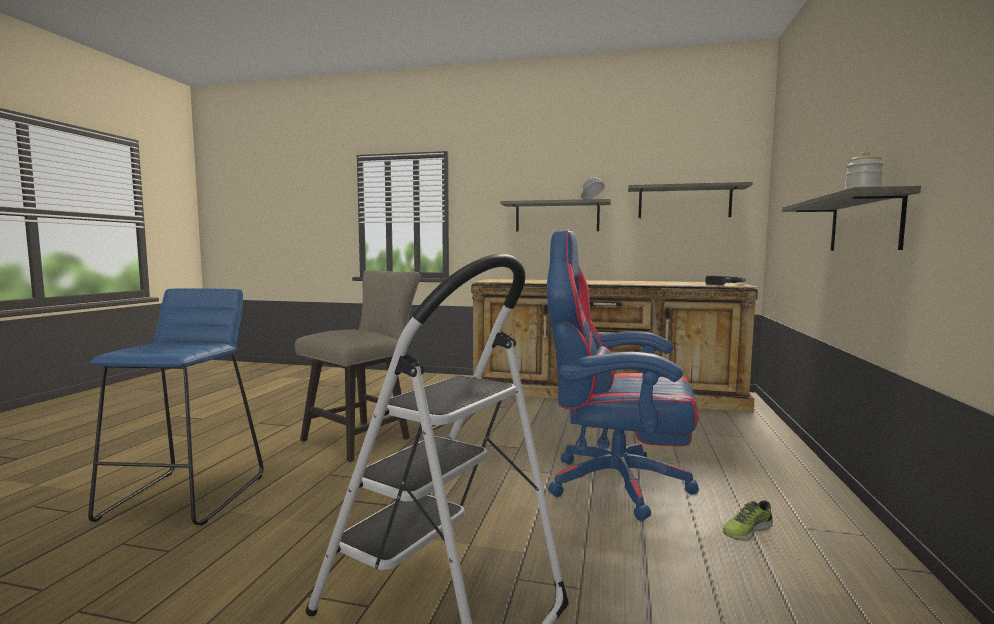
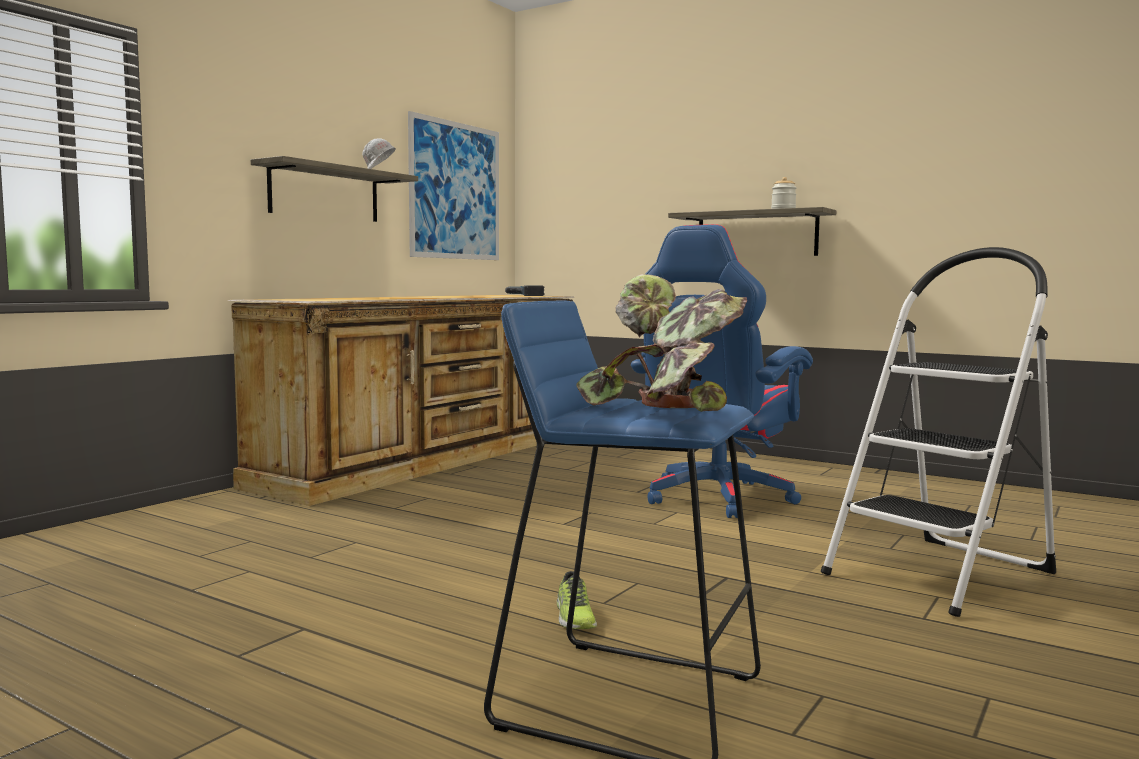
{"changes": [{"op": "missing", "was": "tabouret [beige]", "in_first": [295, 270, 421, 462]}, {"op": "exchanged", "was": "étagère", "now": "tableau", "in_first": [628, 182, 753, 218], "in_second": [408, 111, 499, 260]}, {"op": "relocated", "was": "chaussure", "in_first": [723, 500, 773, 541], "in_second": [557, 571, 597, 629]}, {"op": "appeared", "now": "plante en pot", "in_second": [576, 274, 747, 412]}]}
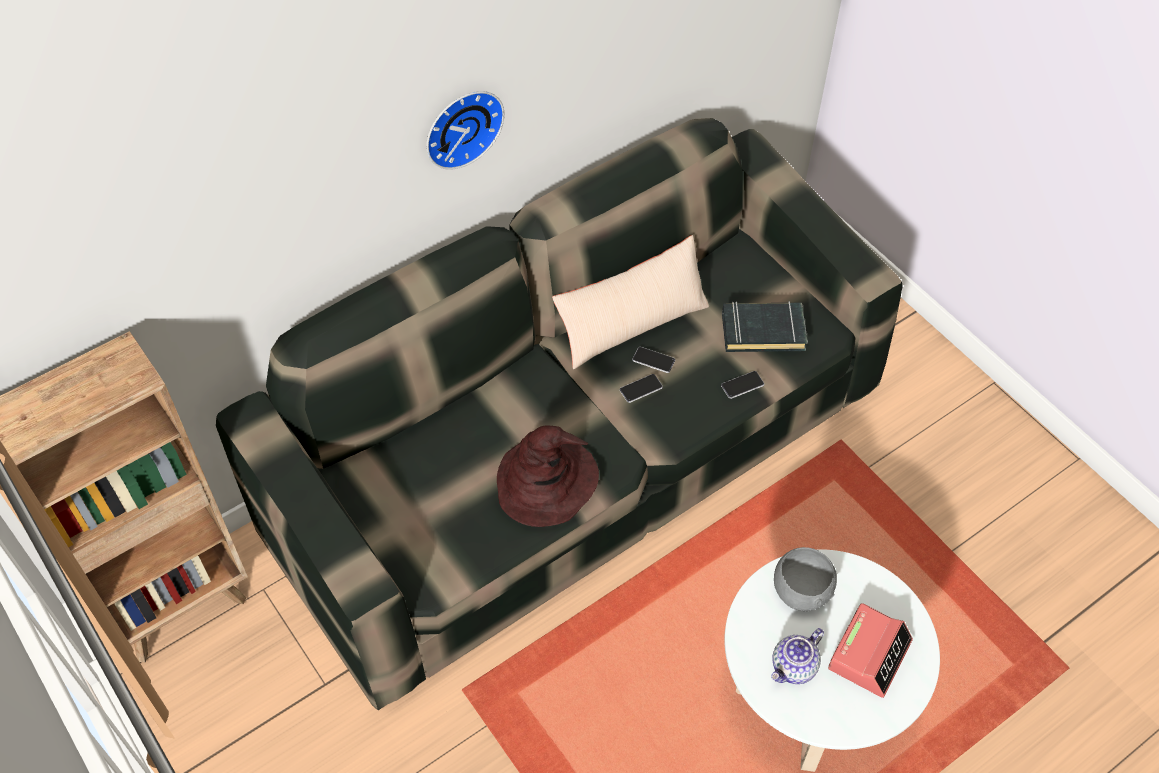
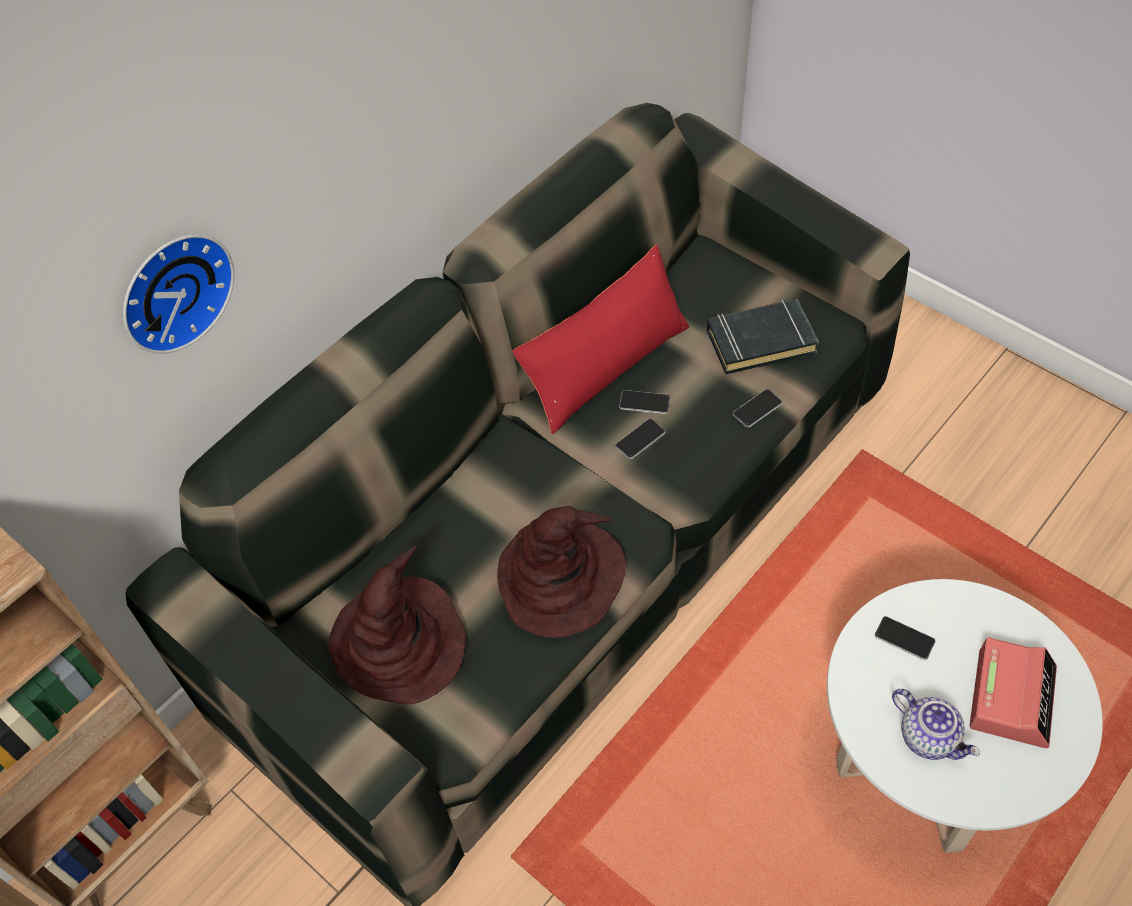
{"changes": [{"op": "relocated", "was": "horloge murale", "in_first": [426, 91, 504, 170], "in_second": [123, 234, 234, 354]}, {"op": "colour", "was": "coussin [beige]", "now": "coussin [rouge]", "in_first": [552, 235, 709, 369], "in_second": [512, 245, 689, 434]}, {"op": "spun", "was": "théière", "in_first": [771, 628, 824, 684], "in_second": [892, 689, 980, 760], "clockwise": -75}, {"op": "exchanged", "was": "bol [gris]", "now": "téléphone", "in_first": [774, 547, 837, 611], "in_second": [875, 616, 935, 660]}, {"op": "appeared", "now": "chapeau [marron]", "in_second": [328, 545, 466, 705]}]}
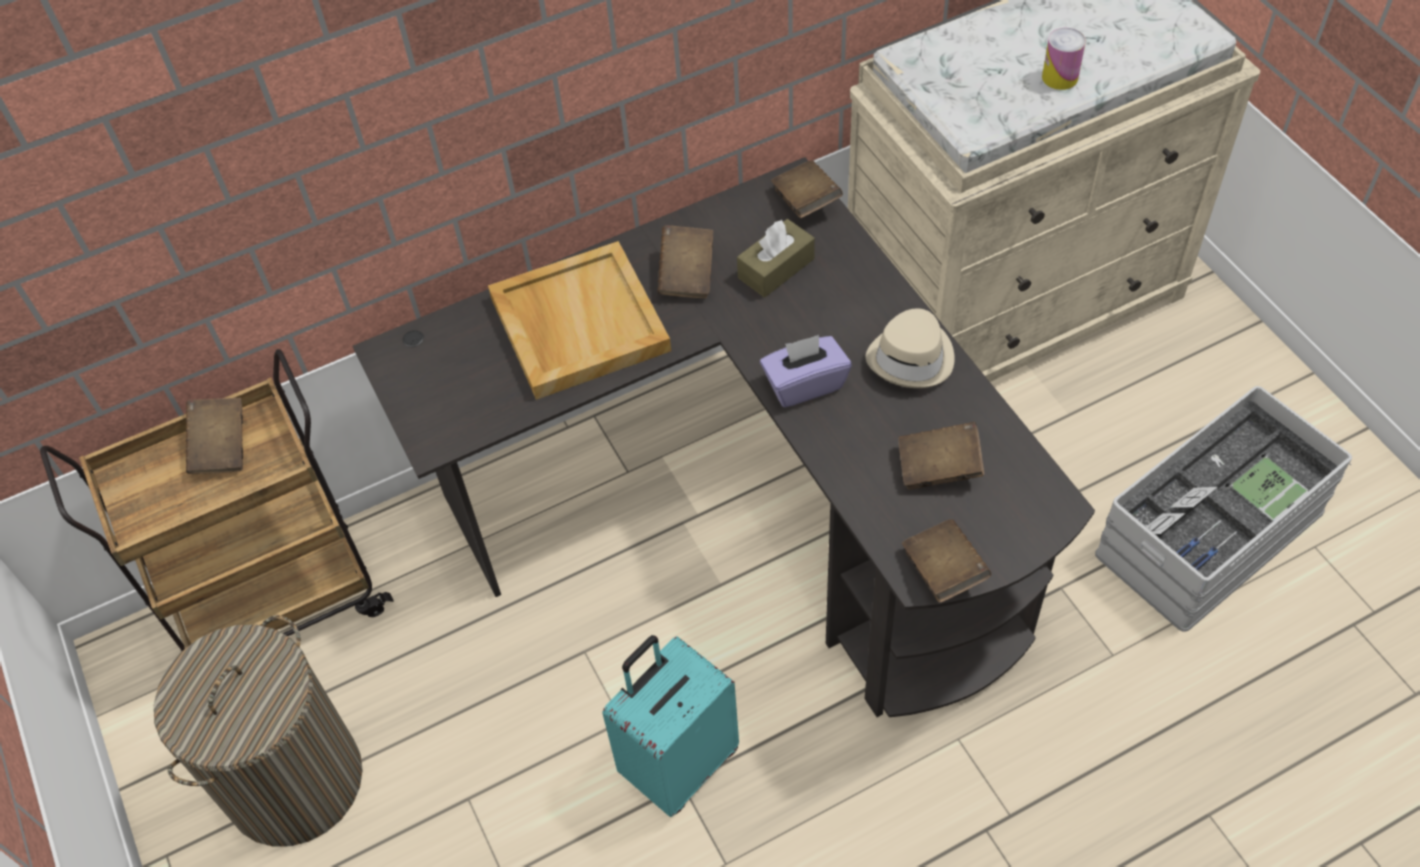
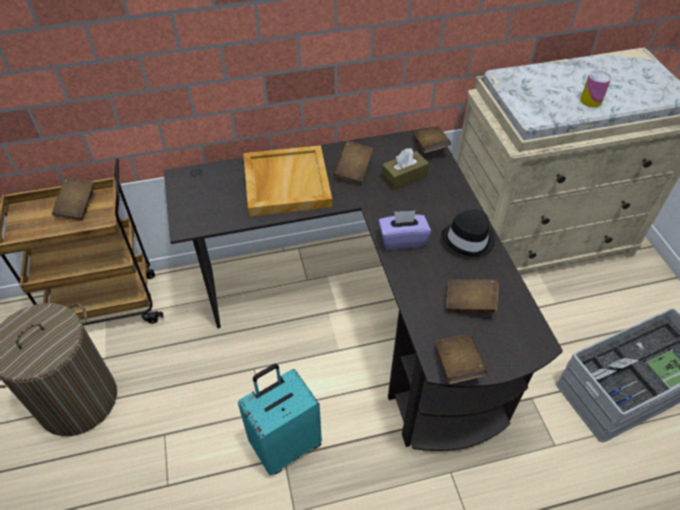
{"changes": [{"op": "colour", "was": "chapeau [beige]", "now": "chapeau [noir]", "in_first": [866, 309, 955, 388], "in_second": [441, 210, 495, 257]}]}
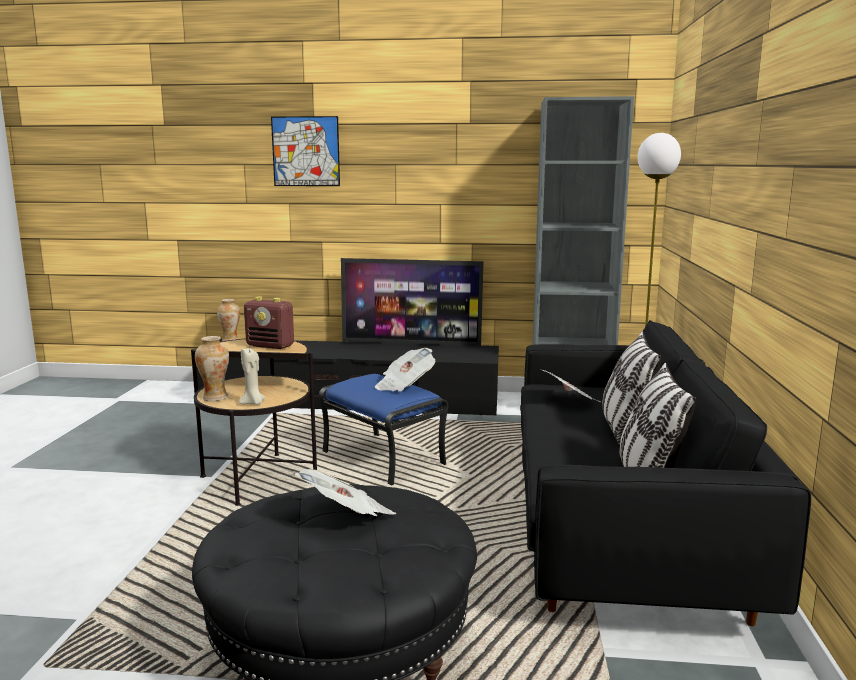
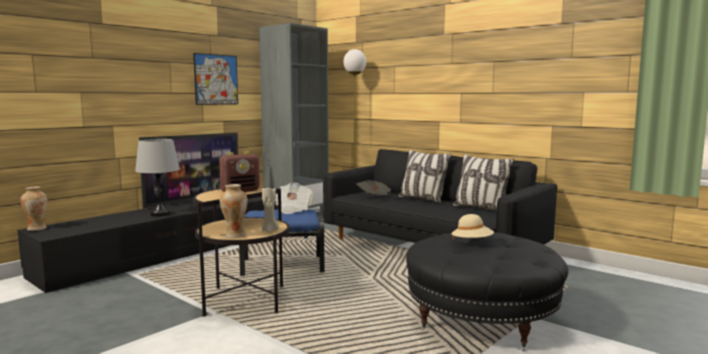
{"changes": [{"op": "relocated", "was": "tableau", "in_first": [271, 116, 340, 186], "in_second": [193, 53, 238, 105]}, {"op": "exchanged", "was": "journal", "now": "chapeau [beige]", "in_first": [294, 469, 396, 516], "in_second": [451, 214, 494, 239]}, {"op": "appeared", "now": "lampe de table [gris]", "in_second": [135, 139, 180, 216]}]}
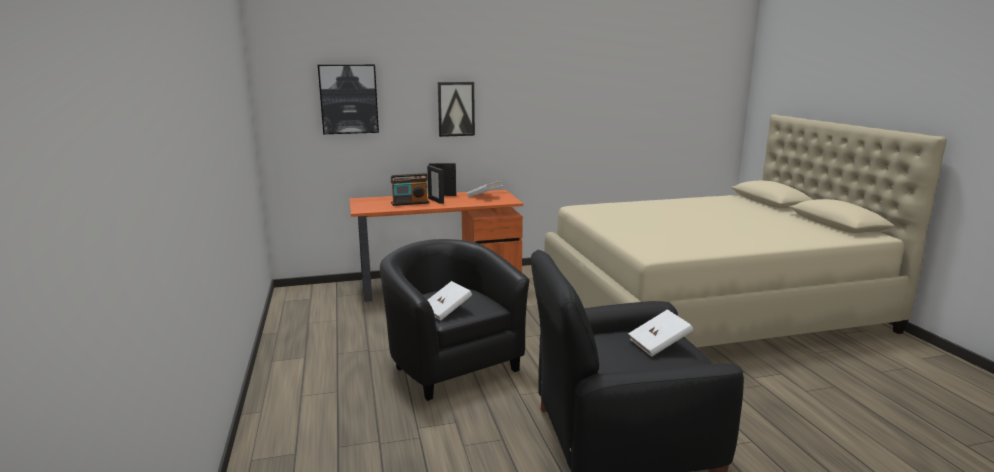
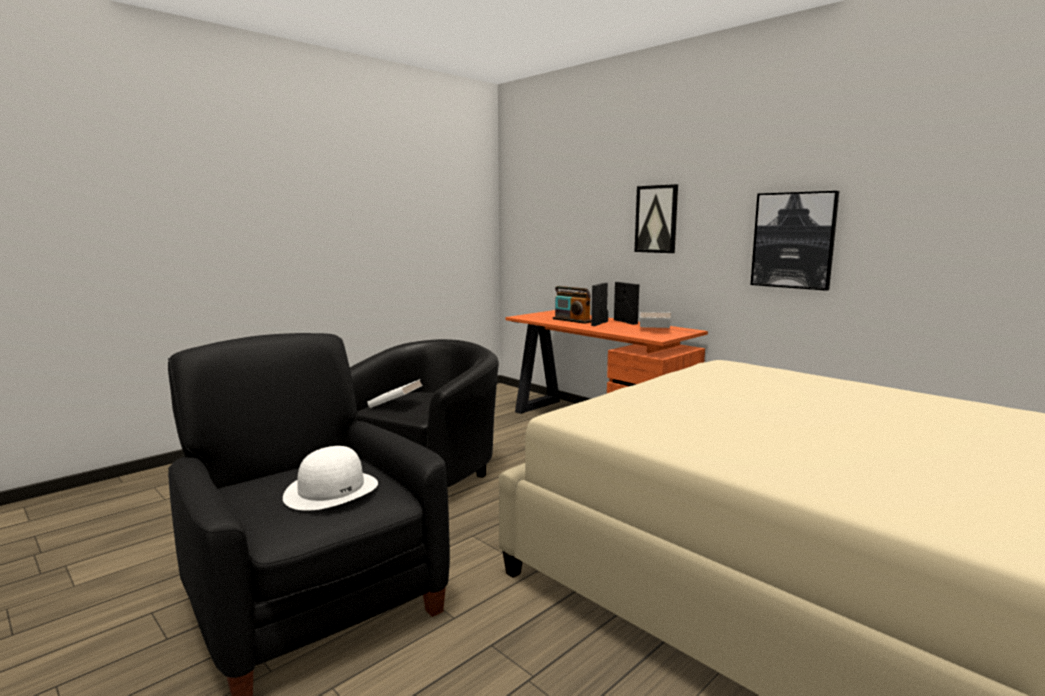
{"changes": [{"op": "relocated", "was": "tableau", "in_first": [318, 65, 379, 134], "in_second": [751, 191, 839, 291]}, {"op": "exchanged", "was": "livre [blanc]", "now": "chapeau [blanc]", "in_first": [628, 309, 693, 357], "in_second": [283, 446, 378, 511]}]}
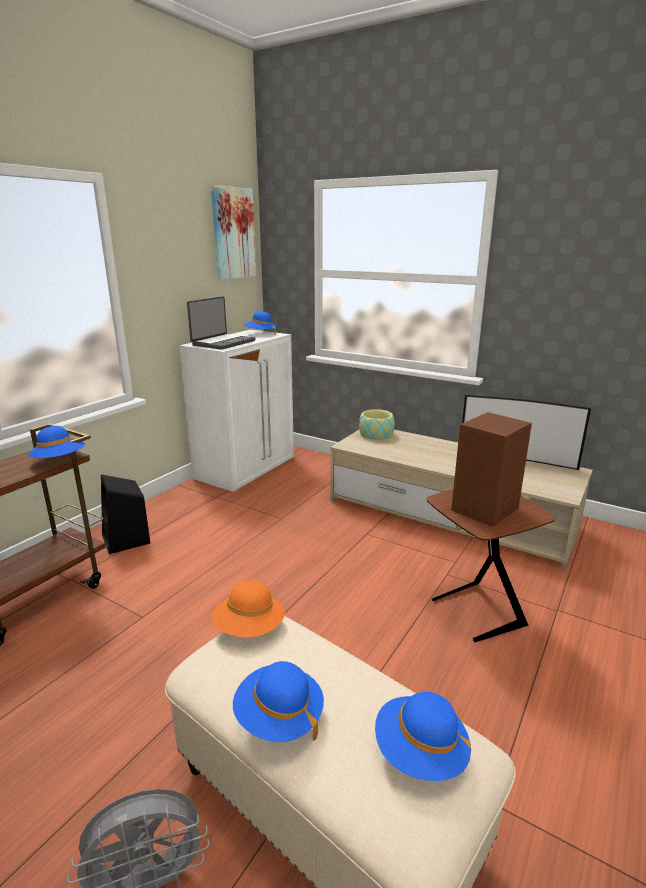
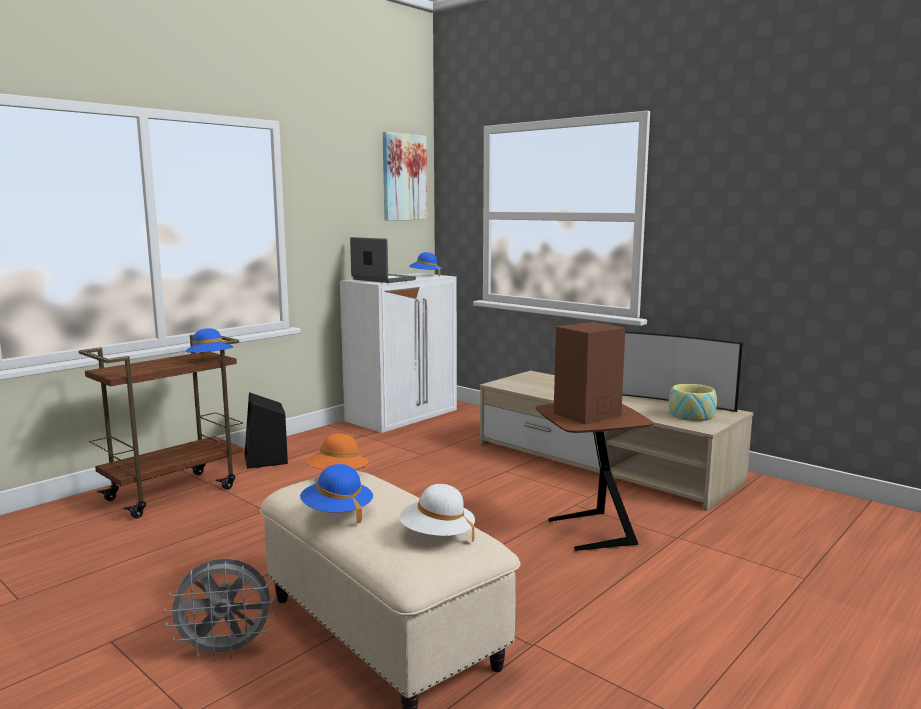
{"changes": [{"op": "spun", "was": "ordinateur portable", "in_first": [187, 296, 256, 350], "in_second": [350, 237, 416, 283], "clockwise": -90}, {"op": "relocated", "was": "bol", "in_first": [359, 409, 395, 440], "in_second": [669, 384, 717, 421]}, {"op": "colour", "was": "chapeau [bleu]", "now": "chapeau [blanc]", "in_first": [375, 692, 471, 781], "in_second": [399, 484, 475, 542]}]}
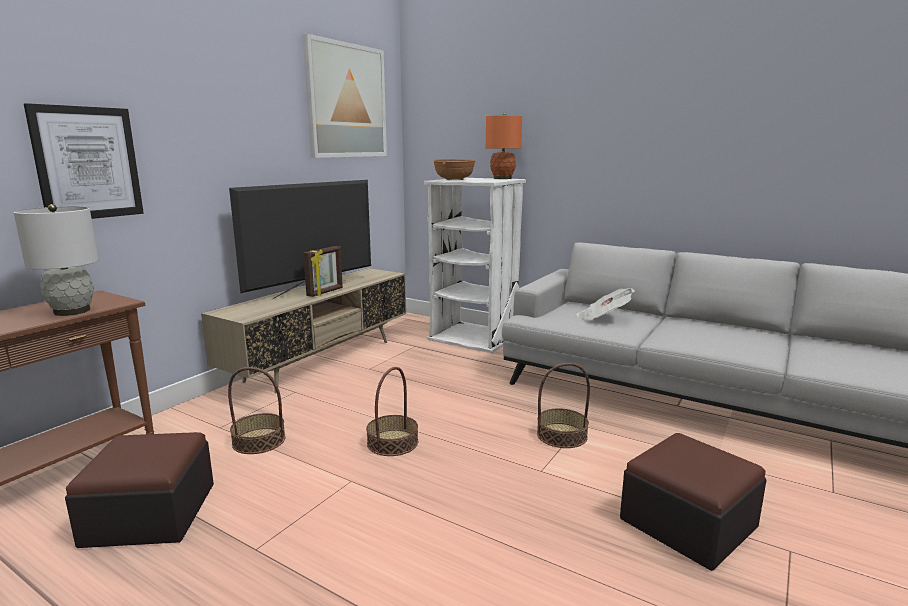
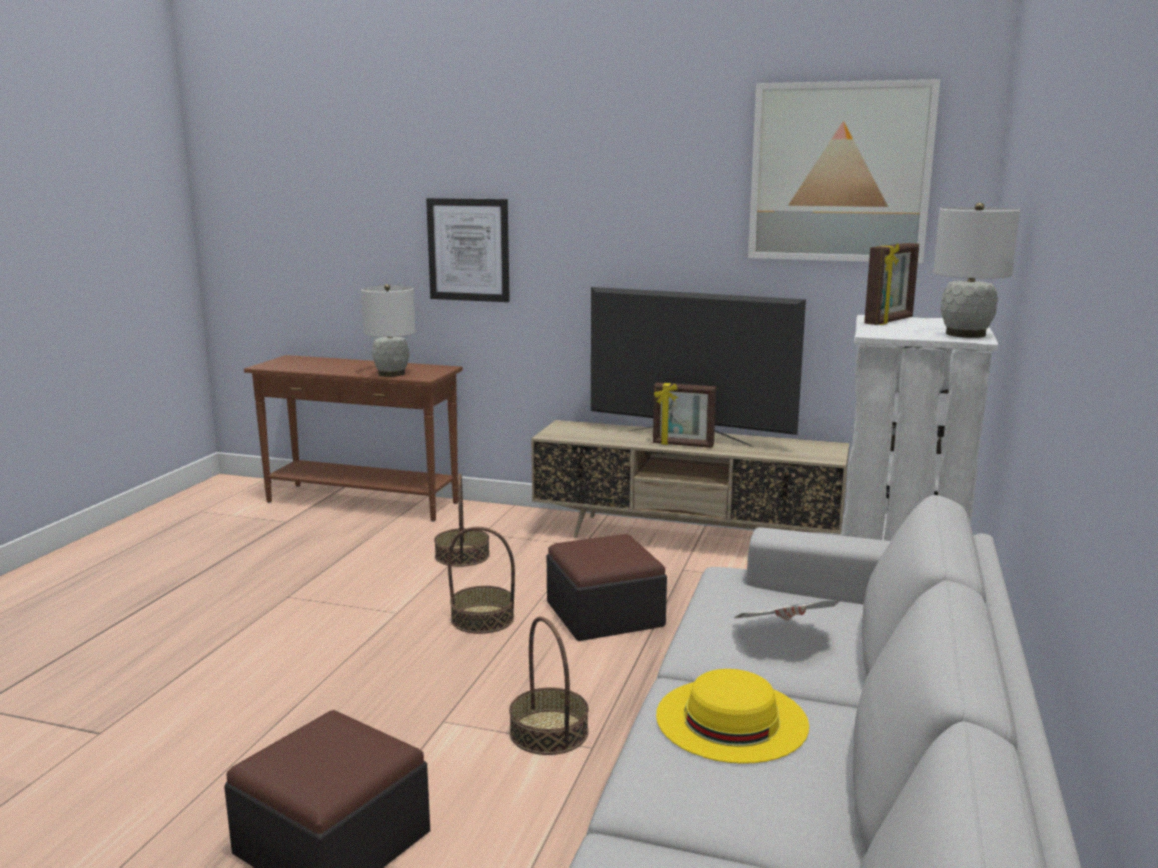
{"changes": [{"op": "relocated", "was": "pouf", "in_first": [65, 432, 214, 548], "in_second": [547, 534, 667, 641]}, {"op": "exchanged", "was": "bol [marron]", "now": "cadre photo", "in_first": [434, 159, 476, 180], "in_second": [864, 243, 919, 325]}, {"op": "colour", "was": "lampe de table [orange]", "now": "lampe de table [blanc]", "in_first": [486, 113, 522, 179], "in_second": [933, 202, 1020, 338]}, {"op": "appeared", "now": "chapeau [jaune]", "in_second": [656, 669, 809, 764]}]}
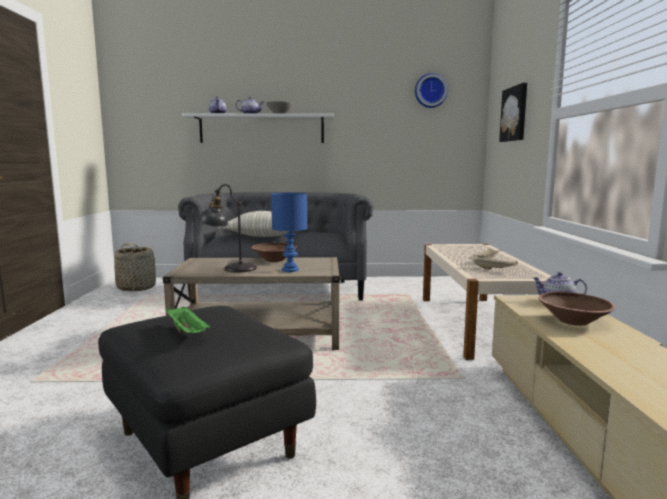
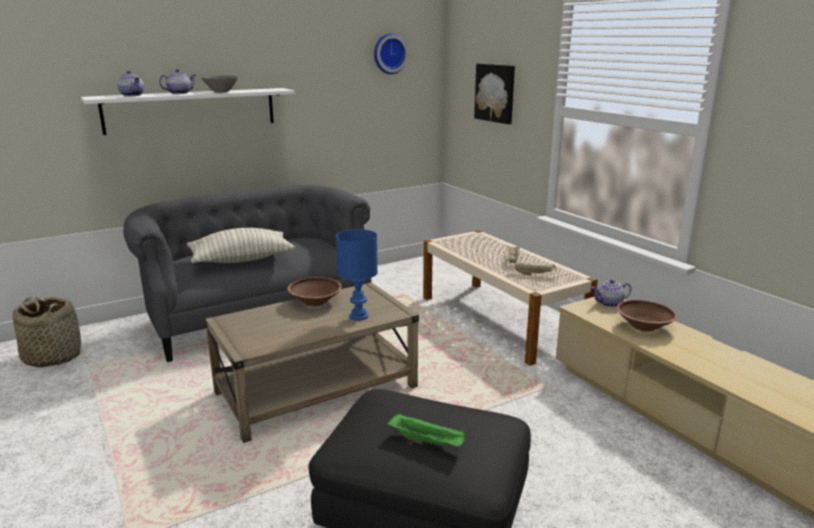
{"changes": [{"op": "missing", "was": "lampe de table [gris]", "in_first": [198, 184, 257, 272]}]}
